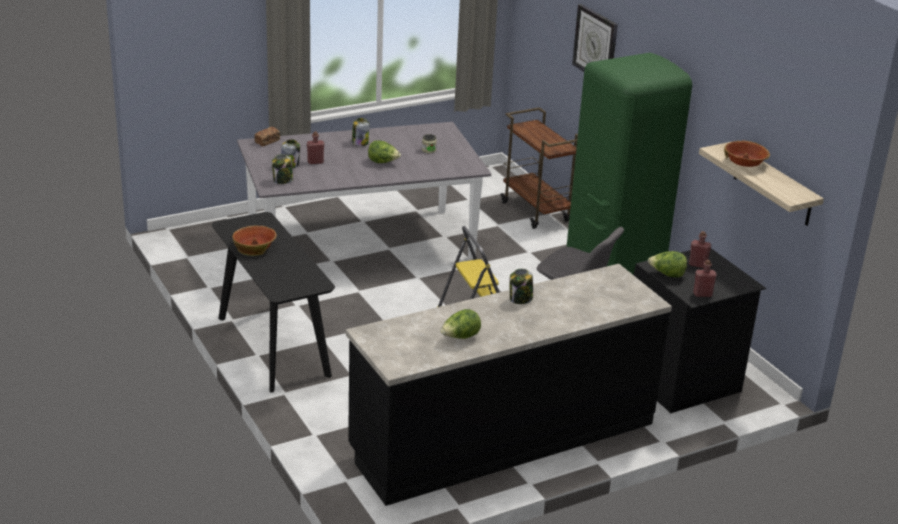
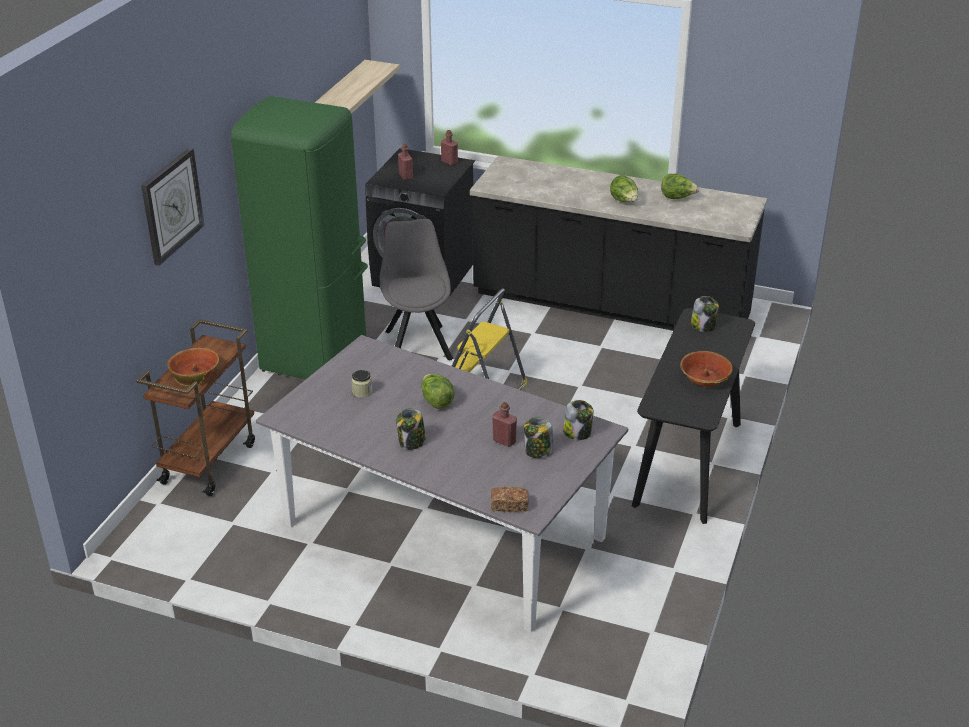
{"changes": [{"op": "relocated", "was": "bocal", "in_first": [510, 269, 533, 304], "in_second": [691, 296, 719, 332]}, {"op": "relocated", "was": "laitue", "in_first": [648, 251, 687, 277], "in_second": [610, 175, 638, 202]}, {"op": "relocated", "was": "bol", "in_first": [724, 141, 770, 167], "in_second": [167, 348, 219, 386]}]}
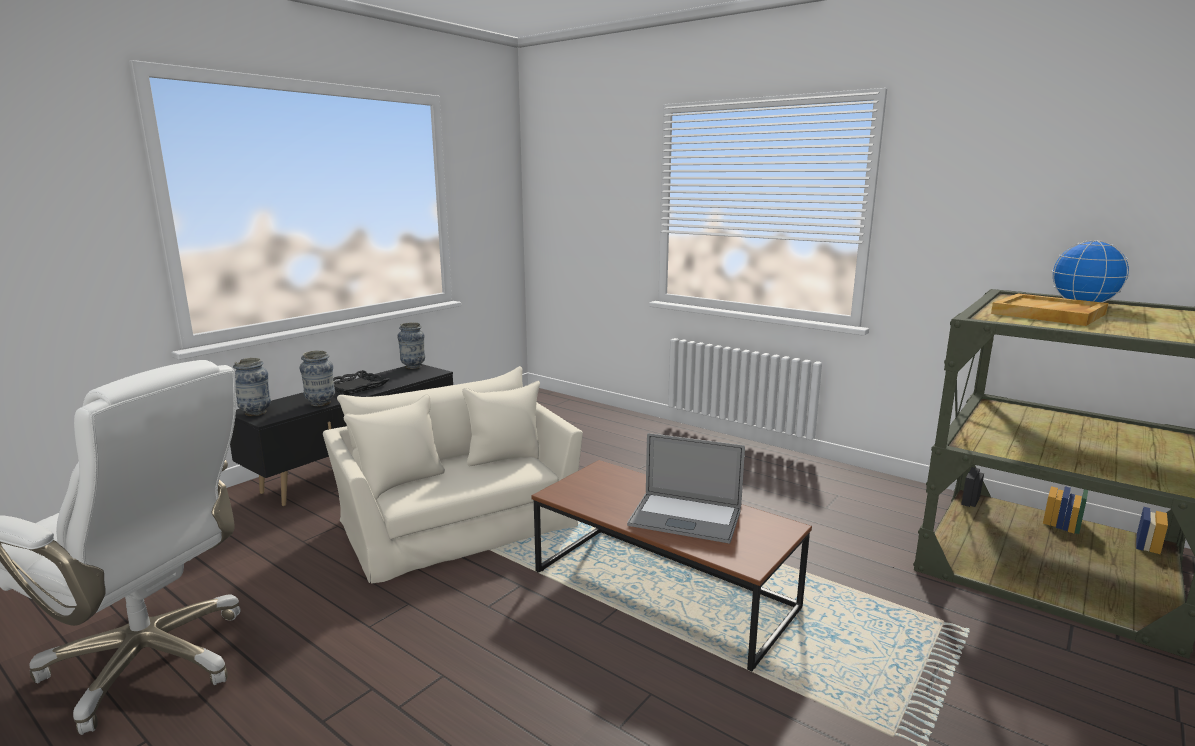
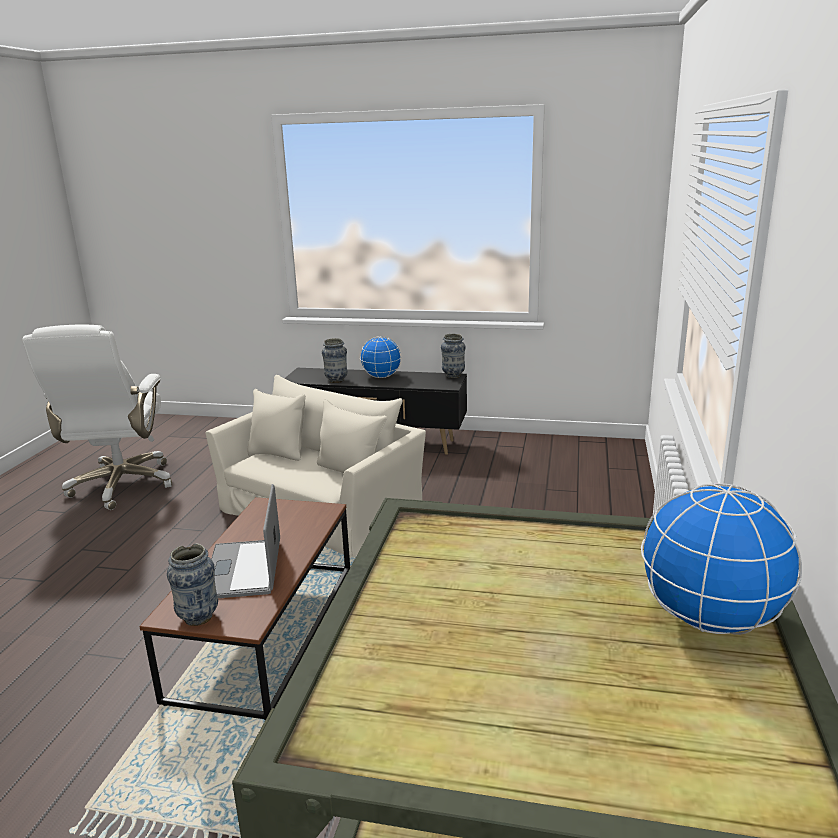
{"changes": [{"op": "relocated", "was": "vase", "in_first": [233, 358, 271, 416], "in_second": [167, 543, 218, 626]}, {"op": "exchanged", "was": "plateau [noir]", "now": "globe", "in_first": [333, 370, 390, 395], "in_second": [360, 336, 402, 378]}, {"op": "missing", "was": "plateau [beige]", "in_first": [991, 293, 1108, 326]}]}
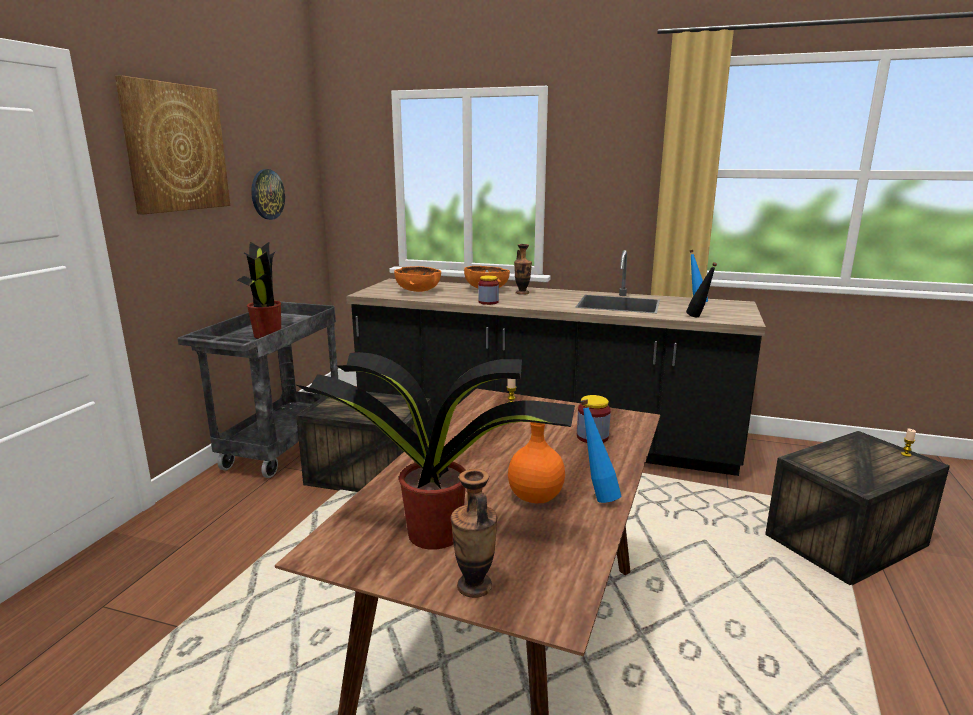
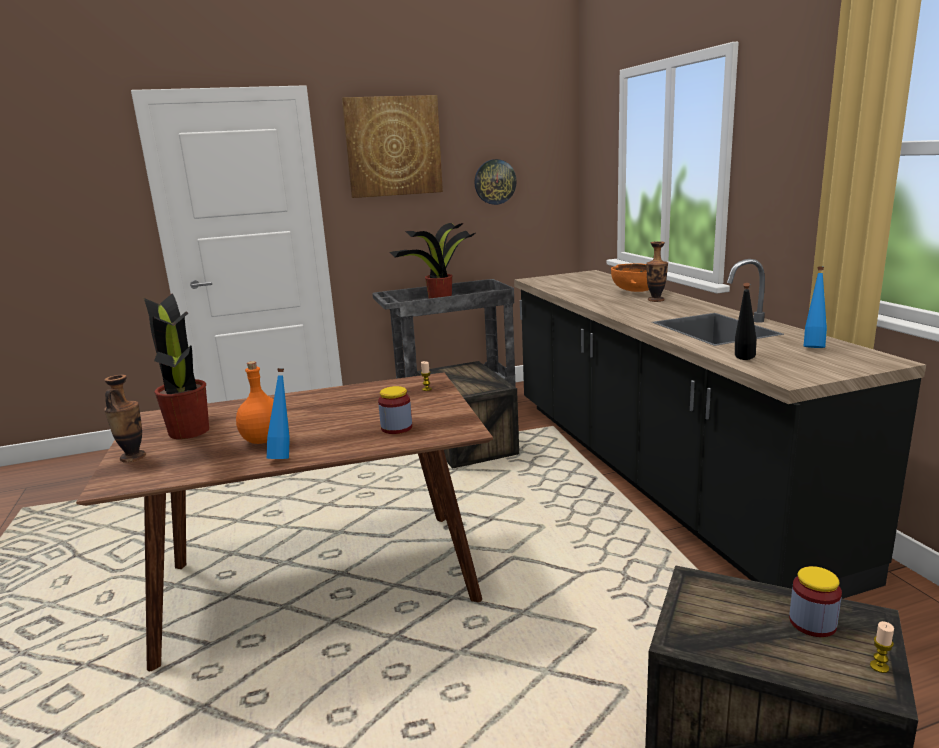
{"changes": [{"op": "missing", "was": "bol [orange]", "in_first": [394, 266, 441, 292]}, {"op": "relocated", "was": "bocal", "in_first": [478, 275, 499, 305], "in_second": [789, 566, 842, 637]}]}
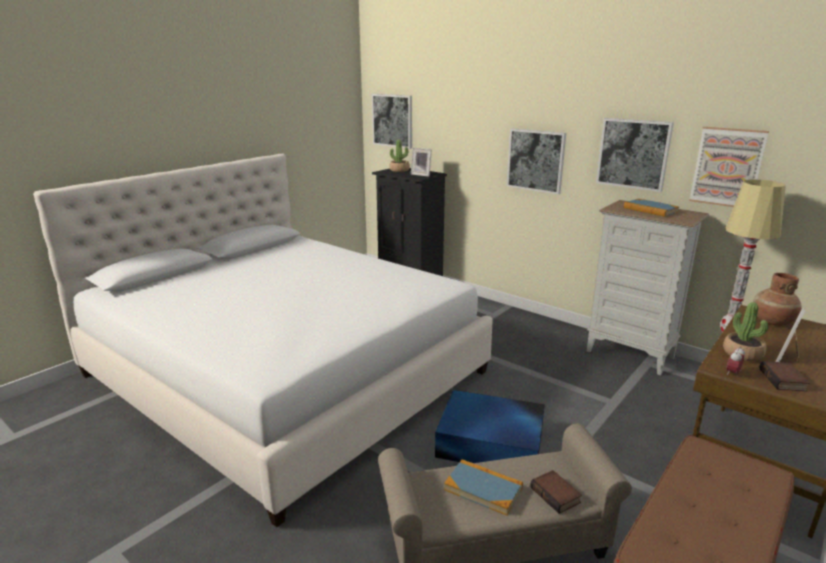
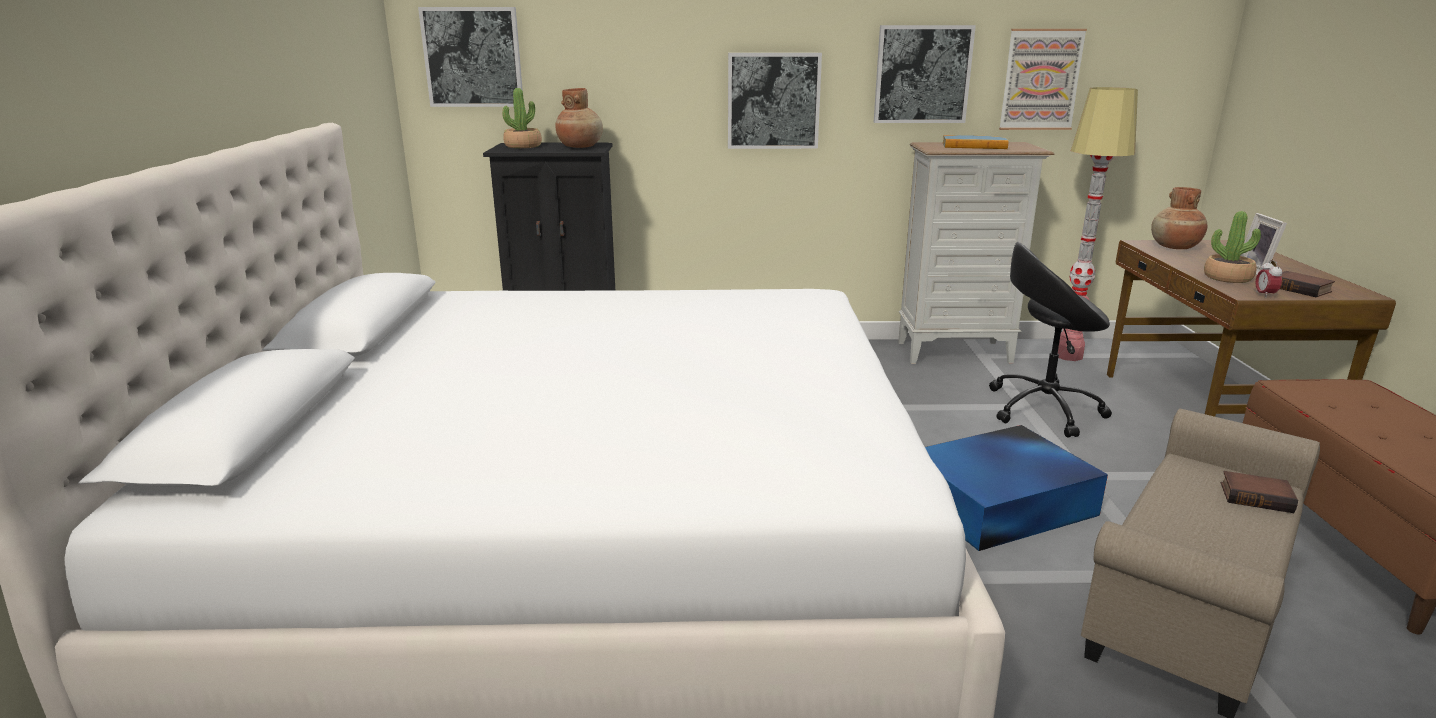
{"changes": [{"op": "exchanged", "was": "cadre photo", "now": "vase [marron]", "in_first": [411, 148, 432, 177], "in_second": [555, 88, 603, 148]}, {"op": "missing", "was": "livre", "in_first": [444, 459, 523, 516]}, {"op": "appeared", "now": "chaise de bureau [noir]", "in_second": [989, 242, 1112, 437]}]}
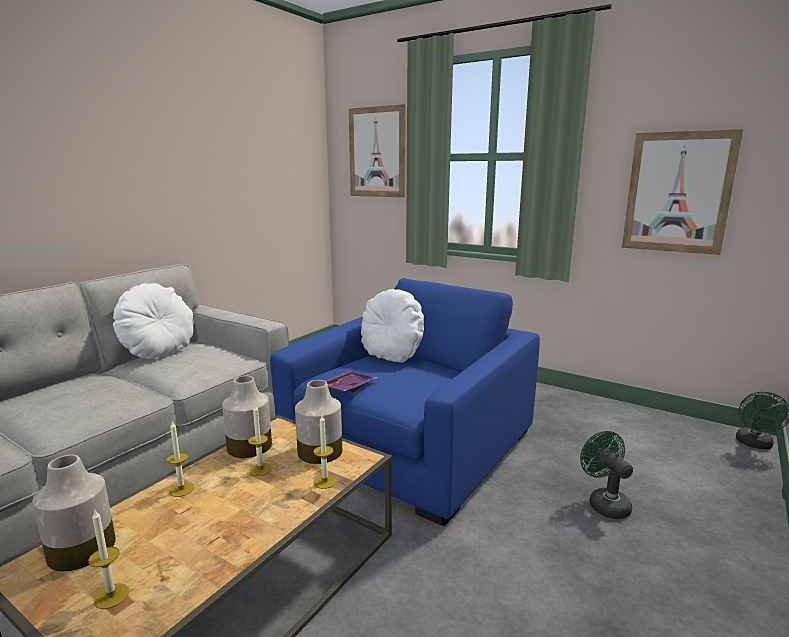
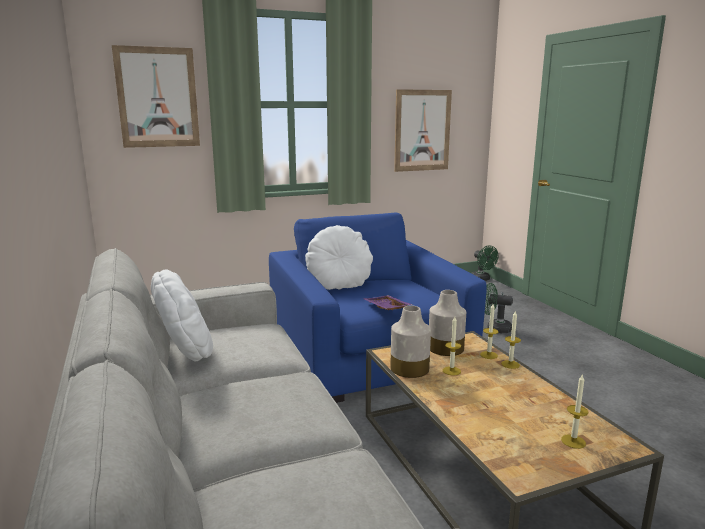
{"changes": [{"op": "missing", "was": "vase [beige]", "in_first": [32, 455, 116, 571]}, {"op": "relocated", "was": "bougie", "in_first": [166, 421, 194, 497], "in_second": [501, 310, 521, 369]}]}
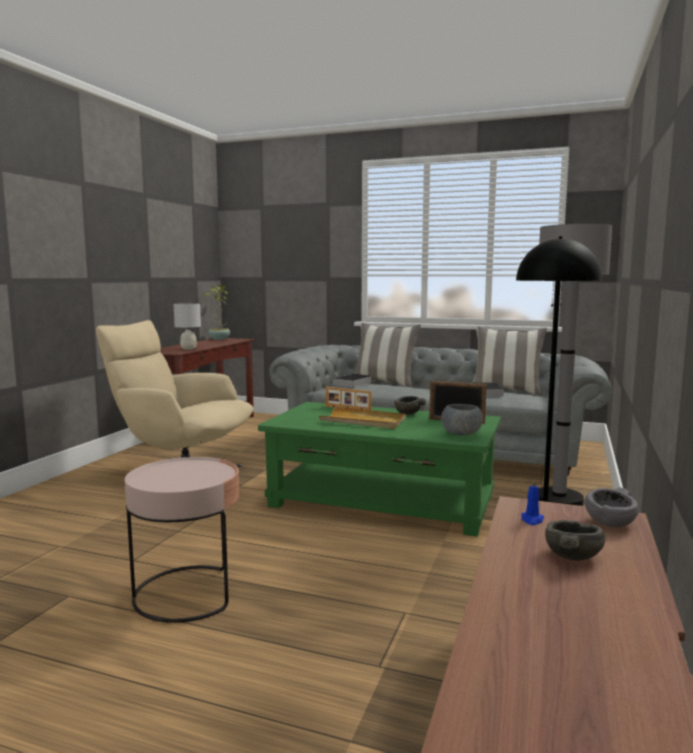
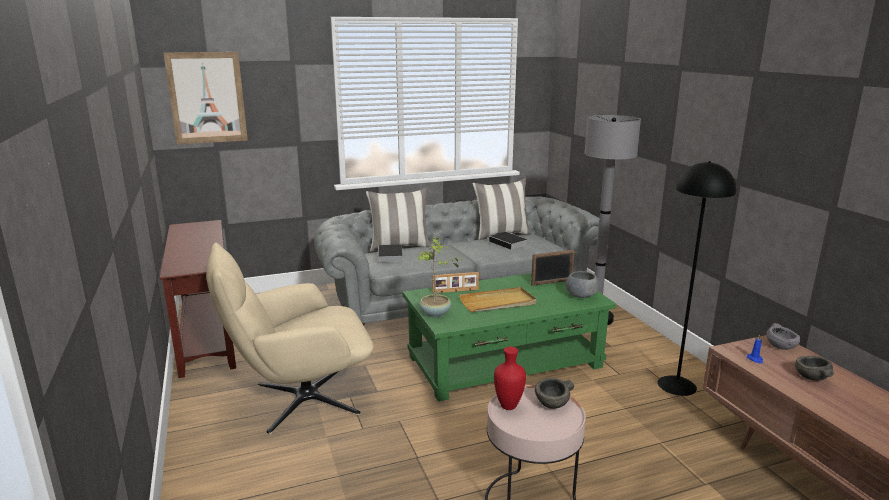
{"changes": [{"op": "missing", "was": "lampe de table [gris]", "in_first": [174, 303, 201, 350]}, {"op": "relocated", "was": "plante en pot", "in_first": [203, 285, 230, 340], "in_second": [417, 236, 461, 317]}, {"op": "relocated", "was": "bol [gris]", "in_first": [394, 396, 426, 415], "in_second": [535, 378, 574, 409]}, {"op": "appeared", "now": "tableau", "in_second": [163, 52, 248, 144]}, {"op": "appeared", "now": "vase [rouge]", "in_second": [494, 347, 526, 410]}]}
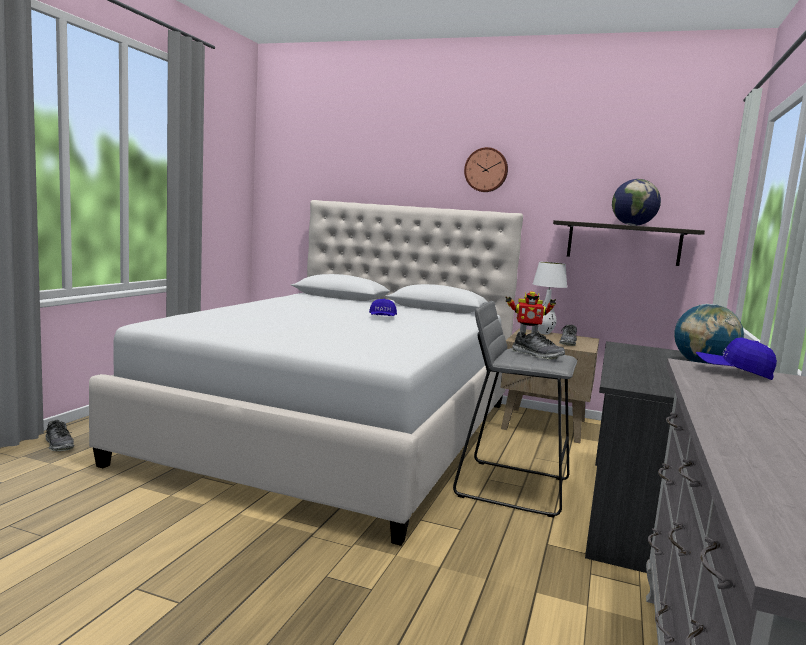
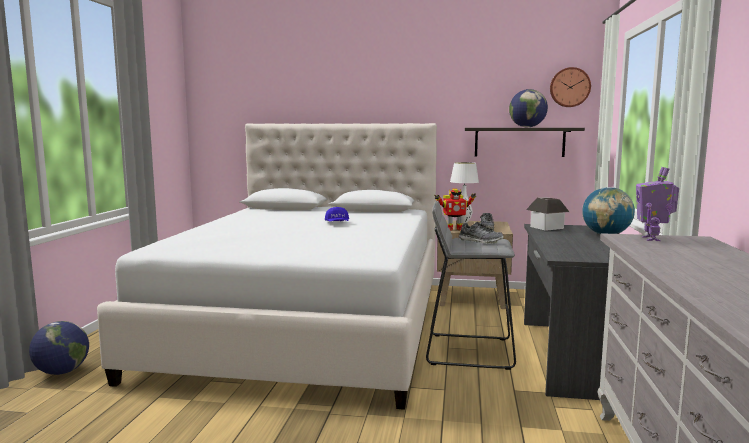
{"changes": [{"op": "exchanged", "was": "chaussure", "now": "globe", "in_first": [45, 420, 74, 451], "in_second": [29, 321, 89, 375]}, {"op": "relocated", "was": "horloge murale", "in_first": [464, 147, 508, 192], "in_second": [550, 67, 591, 107]}, {"op": "exchanged", "was": "casquette [bleu]", "now": "robot jouet", "in_first": [696, 337, 777, 380], "in_second": [636, 167, 679, 241]}, {"op": "appeared", "now": "maison miniature", "in_second": [526, 197, 569, 231]}]}
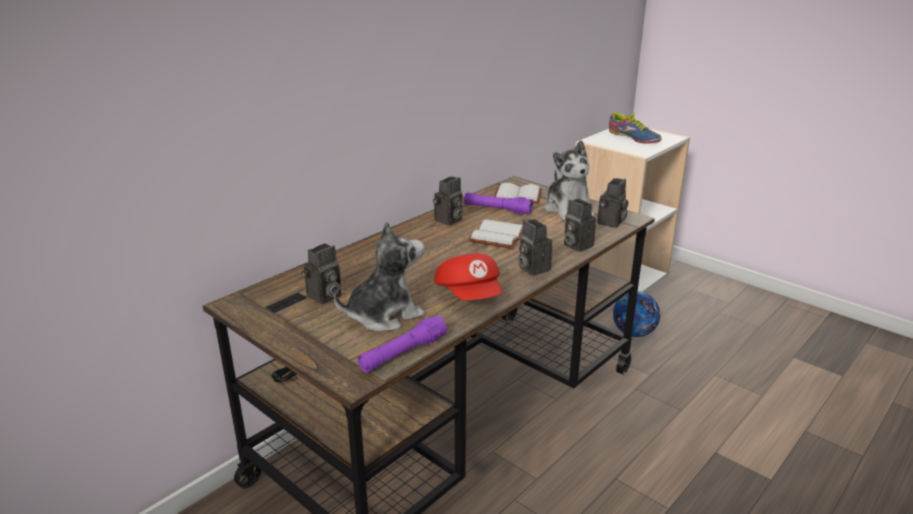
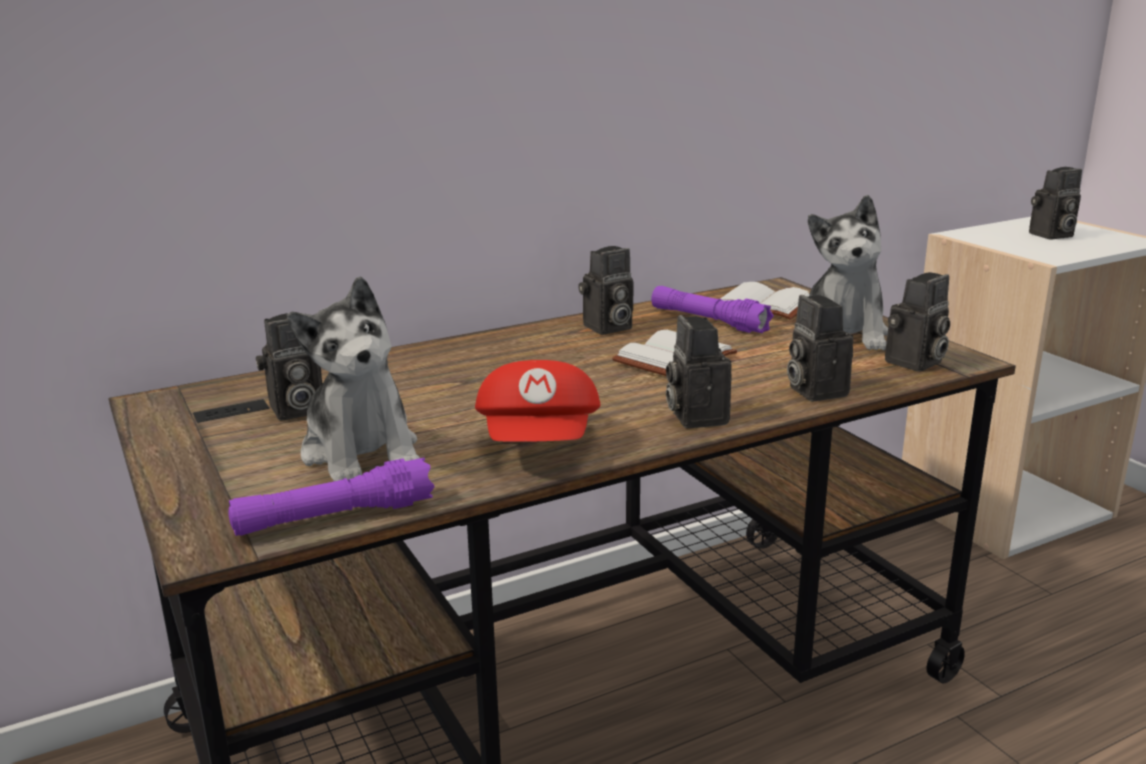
{"changes": [{"op": "spun", "was": "peluche", "in_first": [334, 221, 425, 332], "in_second": [287, 276, 420, 481], "clockwise": 75}, {"op": "exchanged", "was": "chaussure", "now": "appareil photo", "in_first": [609, 112, 662, 144], "in_second": [1029, 167, 1082, 239]}, {"op": "missing", "was": "ballon de foot", "in_first": [613, 291, 660, 337]}]}
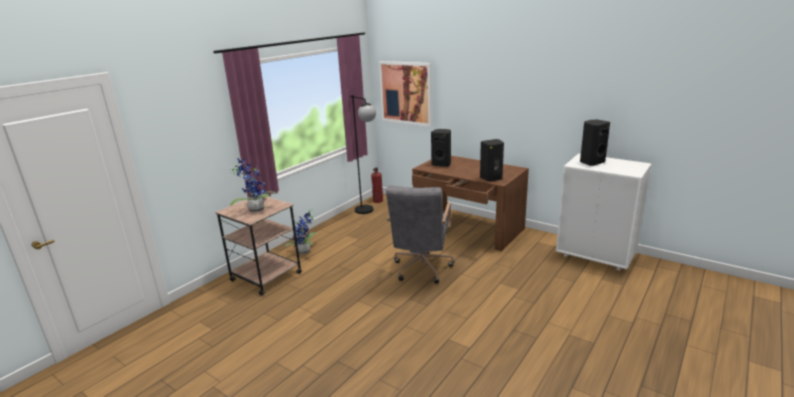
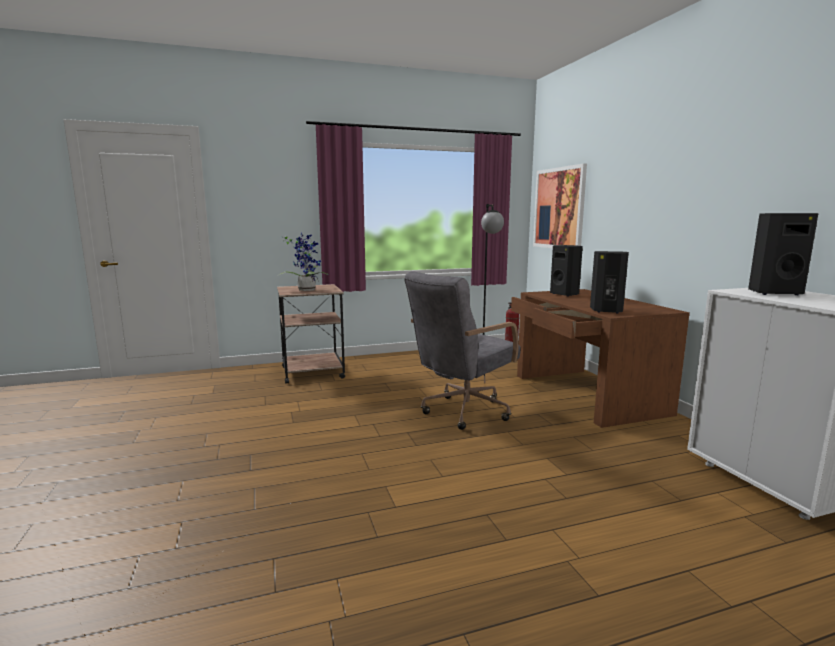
{"changes": [{"op": "missing", "was": "plante en pot", "in_first": [285, 210, 319, 254]}]}
